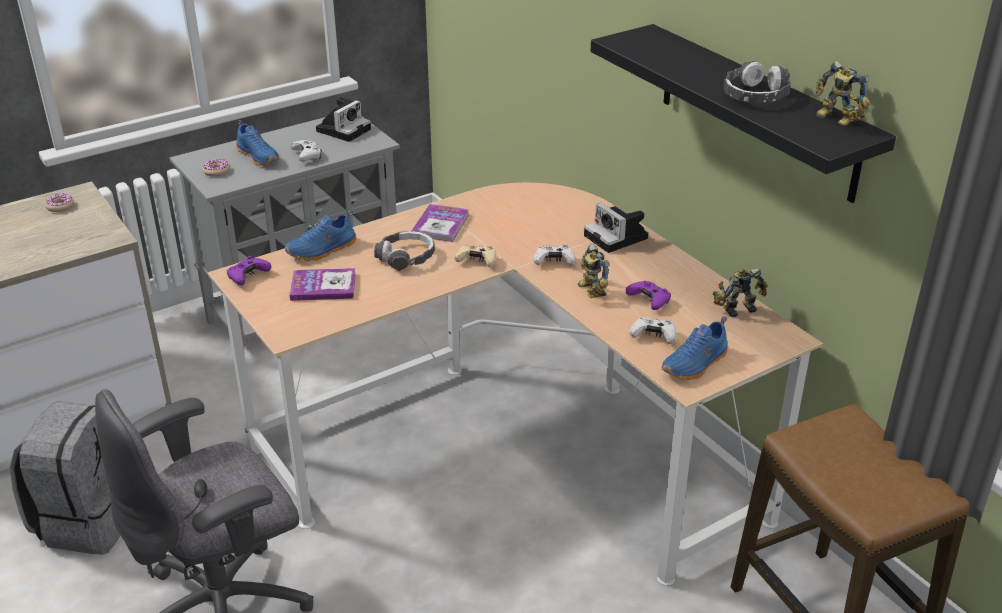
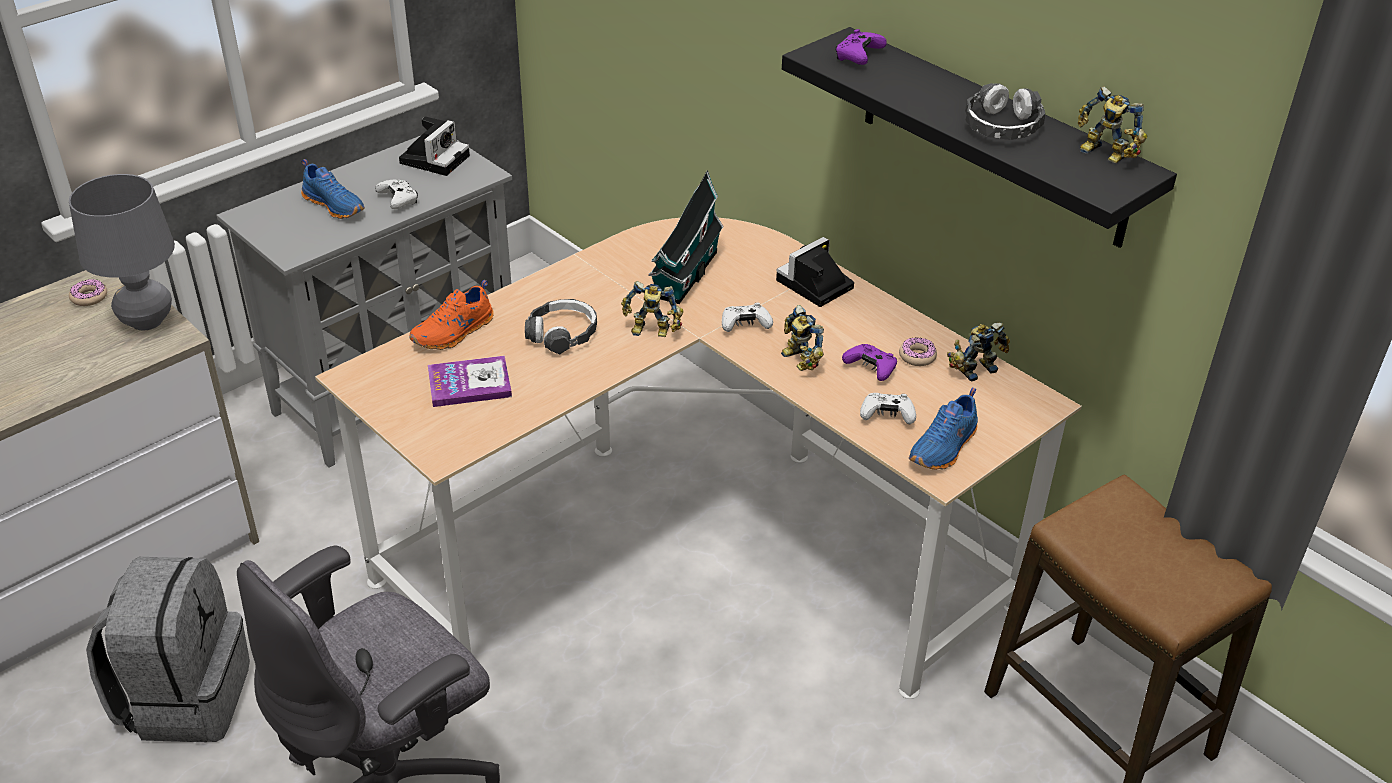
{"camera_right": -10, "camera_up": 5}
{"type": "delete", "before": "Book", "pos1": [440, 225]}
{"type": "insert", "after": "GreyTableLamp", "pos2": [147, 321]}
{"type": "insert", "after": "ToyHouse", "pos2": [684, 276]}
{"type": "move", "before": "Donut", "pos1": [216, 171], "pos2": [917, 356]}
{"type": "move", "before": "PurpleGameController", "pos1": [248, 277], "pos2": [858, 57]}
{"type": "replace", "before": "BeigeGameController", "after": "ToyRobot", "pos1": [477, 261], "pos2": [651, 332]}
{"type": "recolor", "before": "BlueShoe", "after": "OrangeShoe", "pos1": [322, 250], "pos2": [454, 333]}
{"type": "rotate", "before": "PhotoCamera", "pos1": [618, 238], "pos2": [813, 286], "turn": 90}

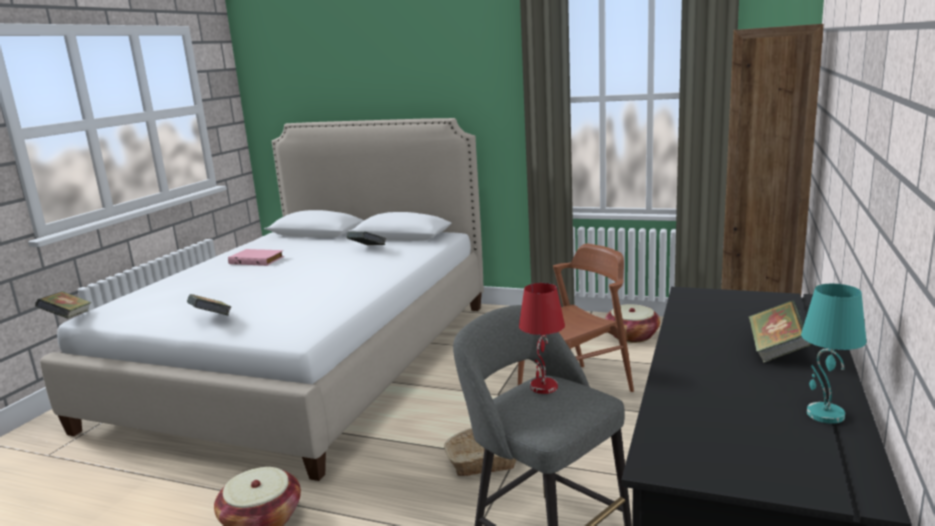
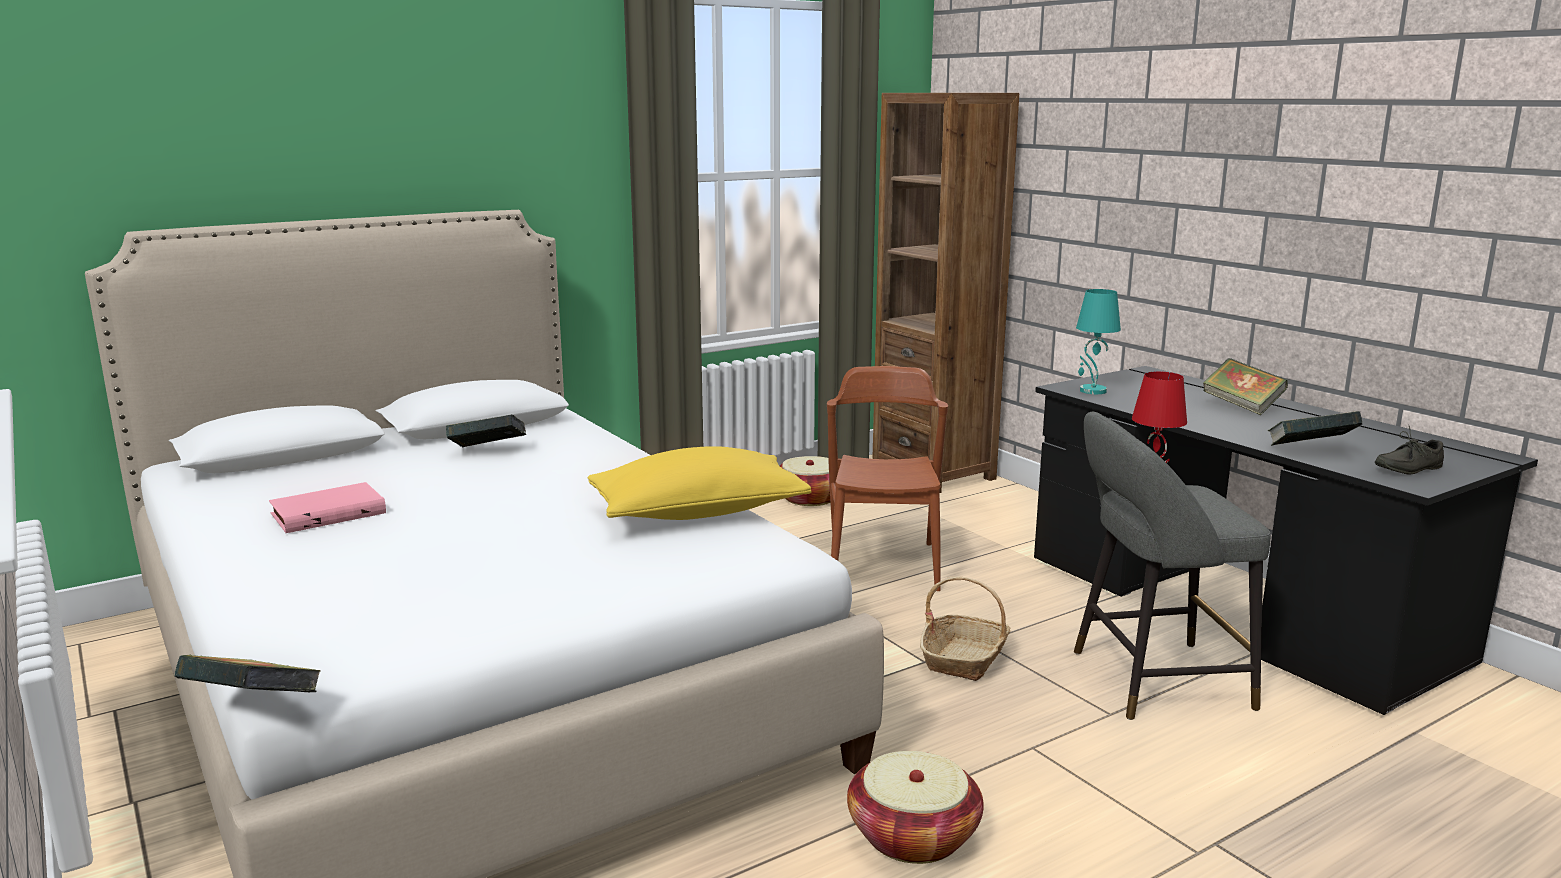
{"camera_right": -55, "camera_up": 0}
{"type": "insert", "after": "YellowPillow", "pos2": [698, 513]}
{"type": "insert", "after": "GreyShoe", "pos2": [1406, 468]}
{"type": "move", "before": "Book", "pos1": [211, 319], "pos2": [1310, 451]}
{"type": "move", "before": "TurquoiseTableLamp", "pos1": [824, 414], "pos2": [1092, 391]}

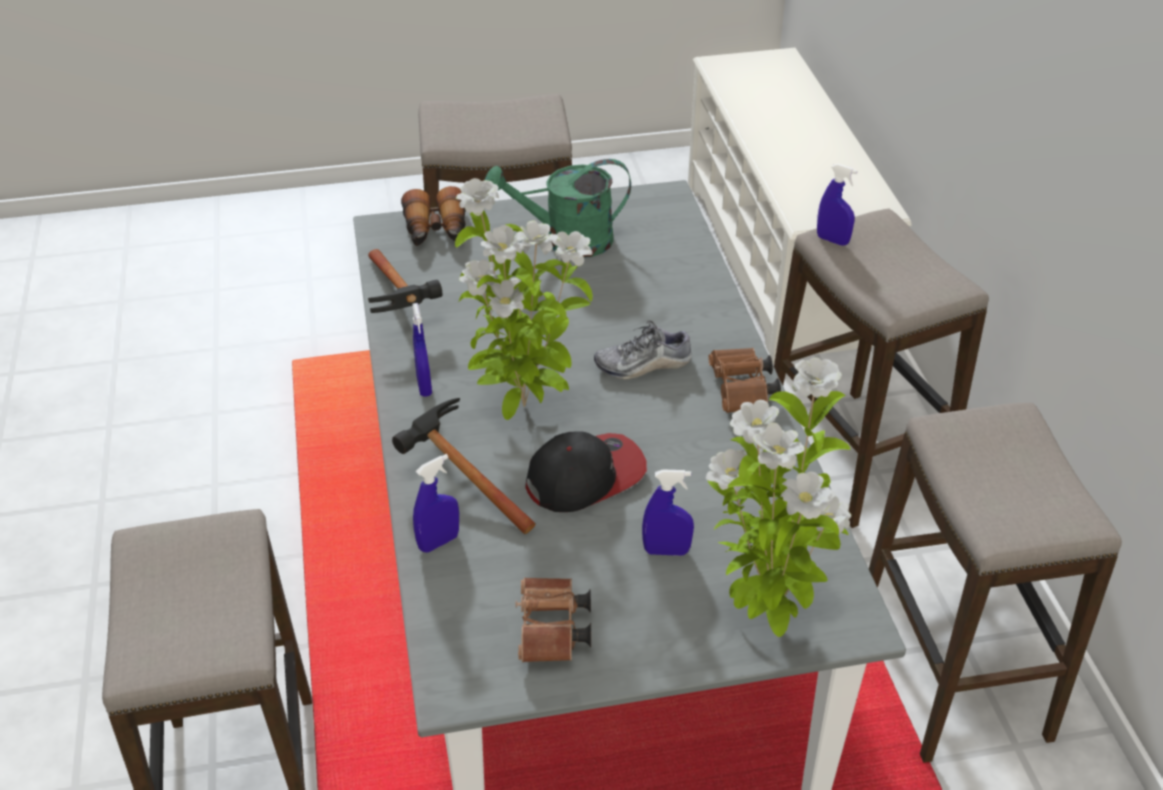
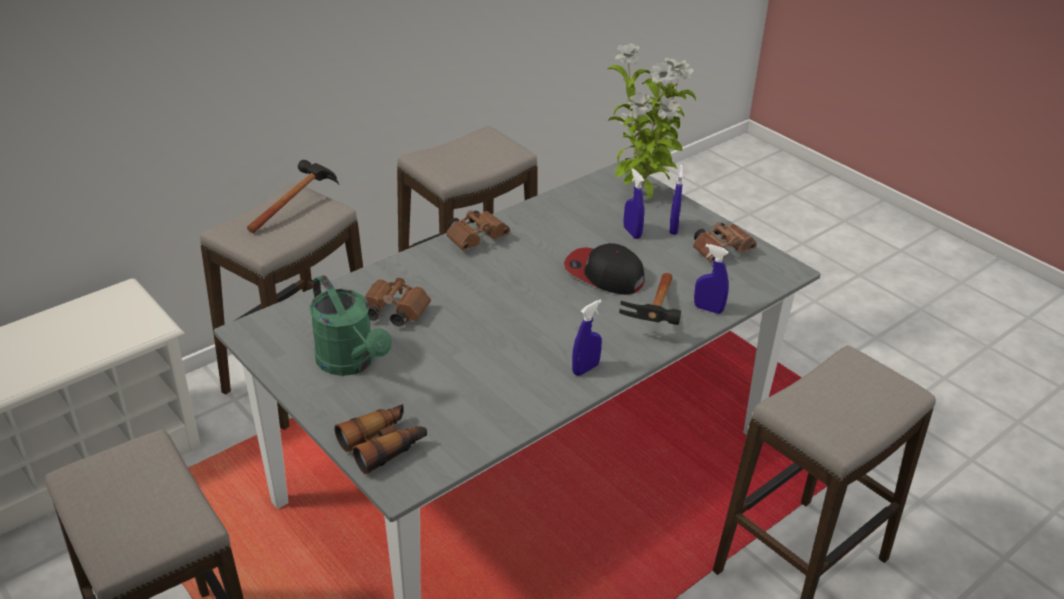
{"camera_right": -120, "camera_up": -5}
{"type": "delete", "before": "PottedPlant", "pos1": [522, 409]}
{"type": "delete", "before": "Shoe", "pos1": [643, 364]}
{"type": "insert", "after": "BrownBinoculars", "pos2": [392, 312]}
{"type": "move", "before": "Hammer", "pos1": [401, 305], "pos2": [299, 206]}
{"type": "move", "before": "BlueSprayBottle", "pos1": [832, 240], "pos2": [673, 228]}

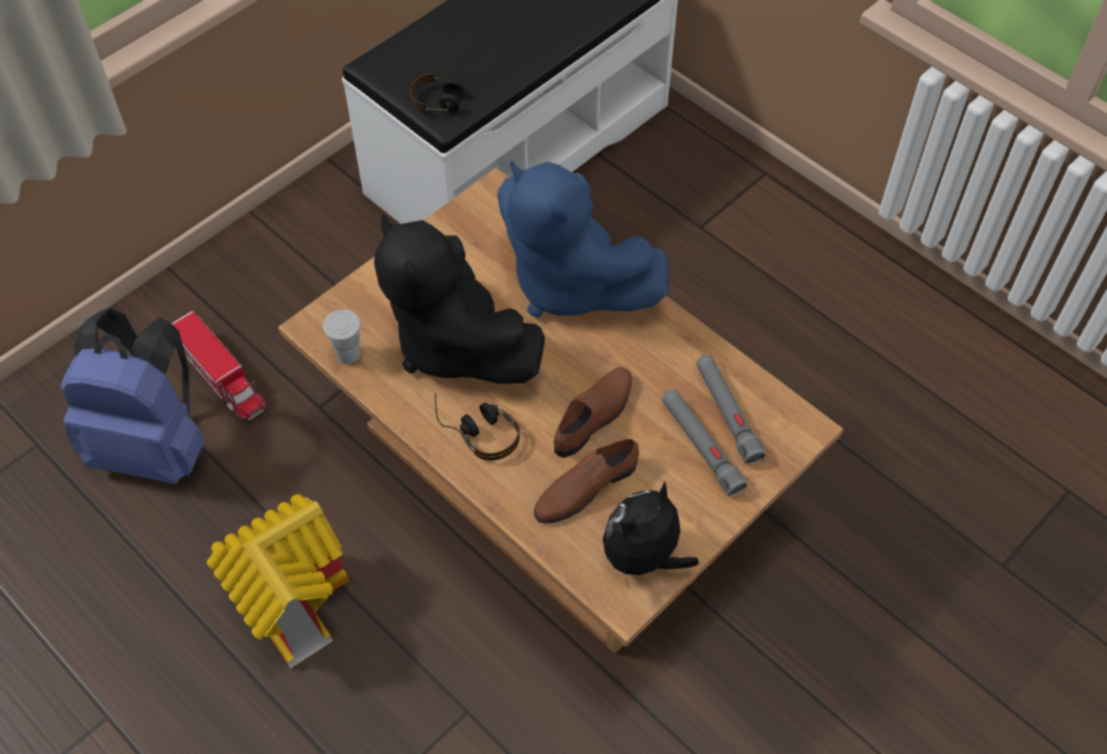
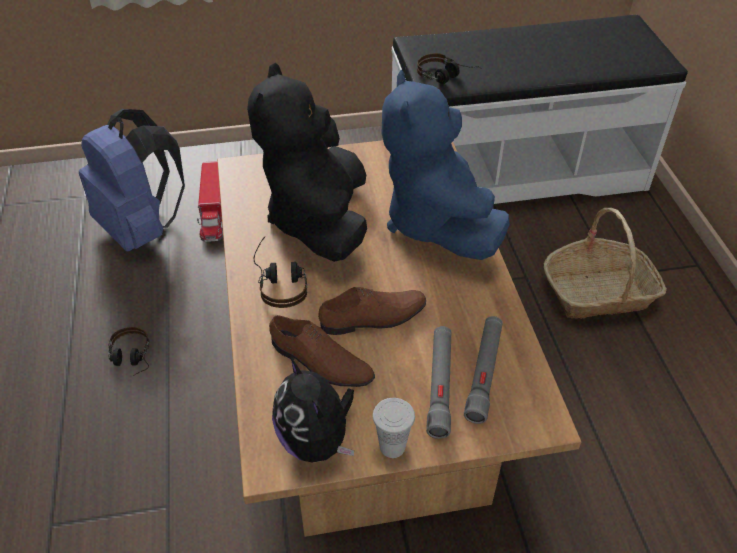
{"camera_right": 35, "camera_up": -10}
{"type": "insert", "after": "Basket", "pos2": [598, 293]}
{"type": "move", "before": "WhiteCup", "pos1": [348, 354], "pos2": [392, 446]}
{"type": "replace", "before": "ToyHouse", "after": "Headphones", "pos1": [293, 599], "pos2": [131, 361]}
{"type": "rotate", "before": "BrownShoe", "pos1": [585, 487], "pos2": [320, 362], "turn": -150}
{"type": "rotate", "before": "PlushToy", "pos1": [643, 557], "pos2": [316, 440], "turn": -105}

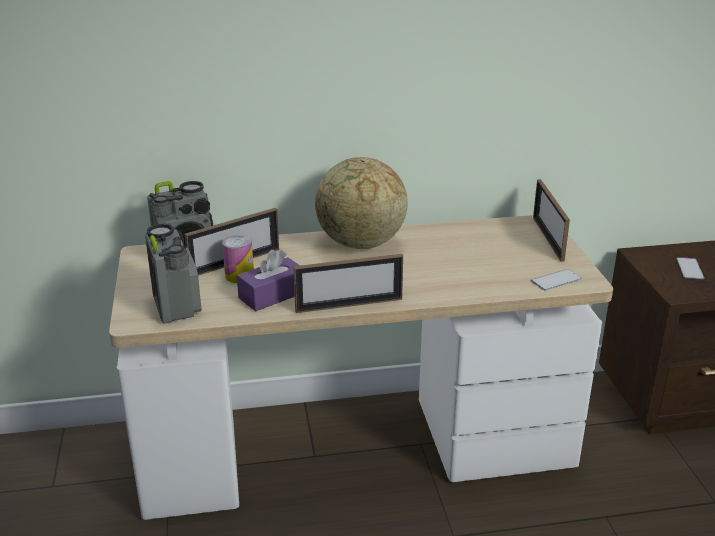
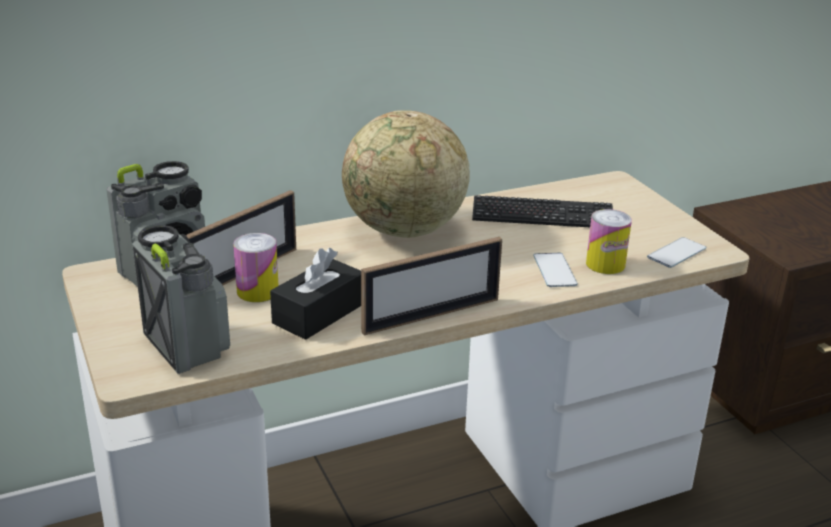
{"camera_right": -15, "camera_up": 0}
{"type": "delete", "before": "PictureFrame", "pos1": [548, 238]}
{"type": "insert", "after": "Keyboard", "pos2": [542, 215]}
{"type": "insert", "after": "Can", "pos2": [605, 264]}
{"type": "move", "before": "Phone", "pos1": [689, 268], "pos2": [554, 270]}
{"type": "recolor", "before": "PurpleTissueBox", "after": "BlackTissueBox", "pos1": [272, 295], "pos2": [318, 313]}

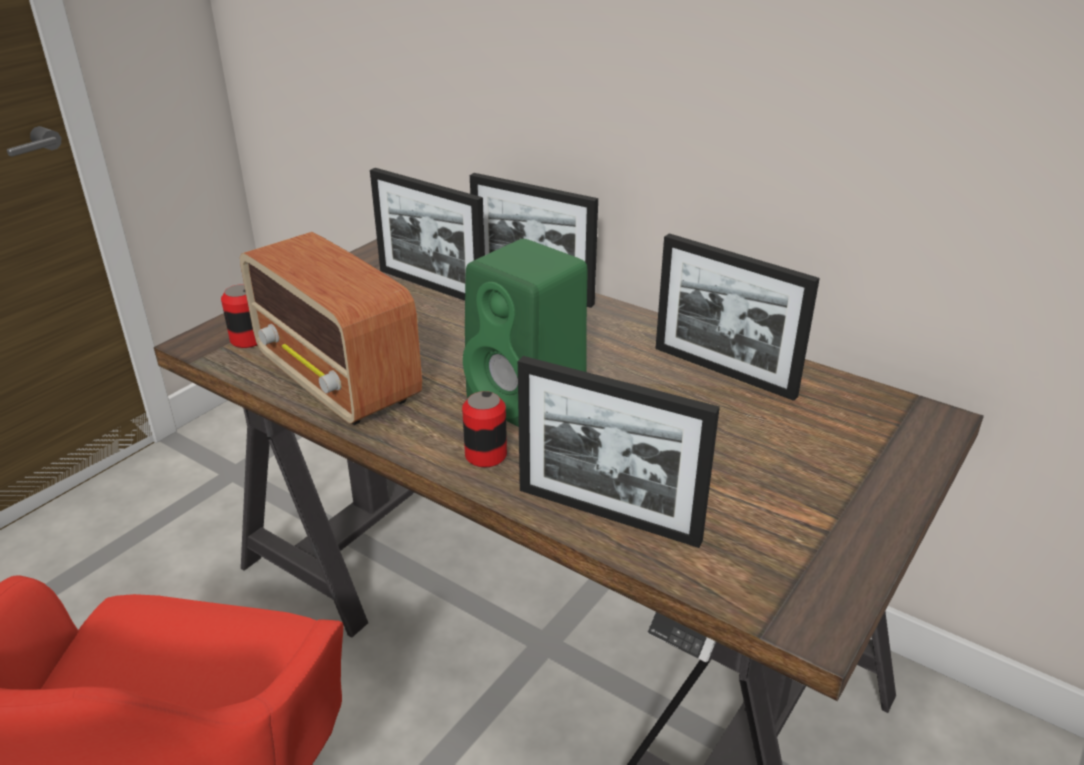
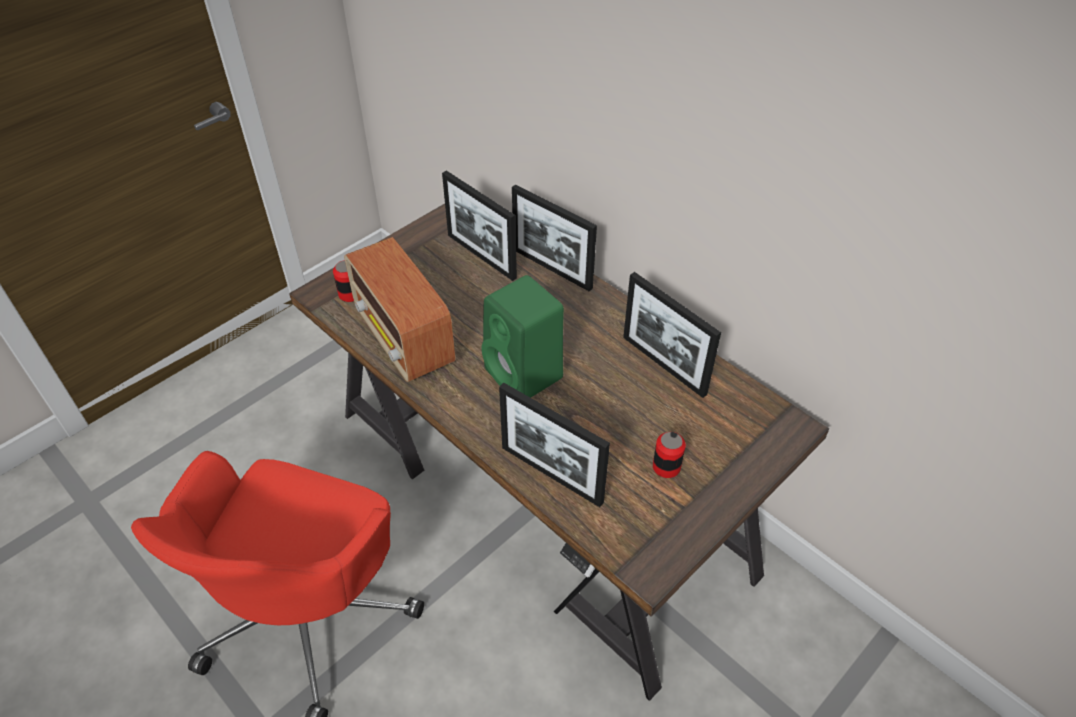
{"camera_right": 10, "camera_up": 15}
{"type": "move", "before": "Can", "pos1": [485, 455], "pos2": [666, 467]}

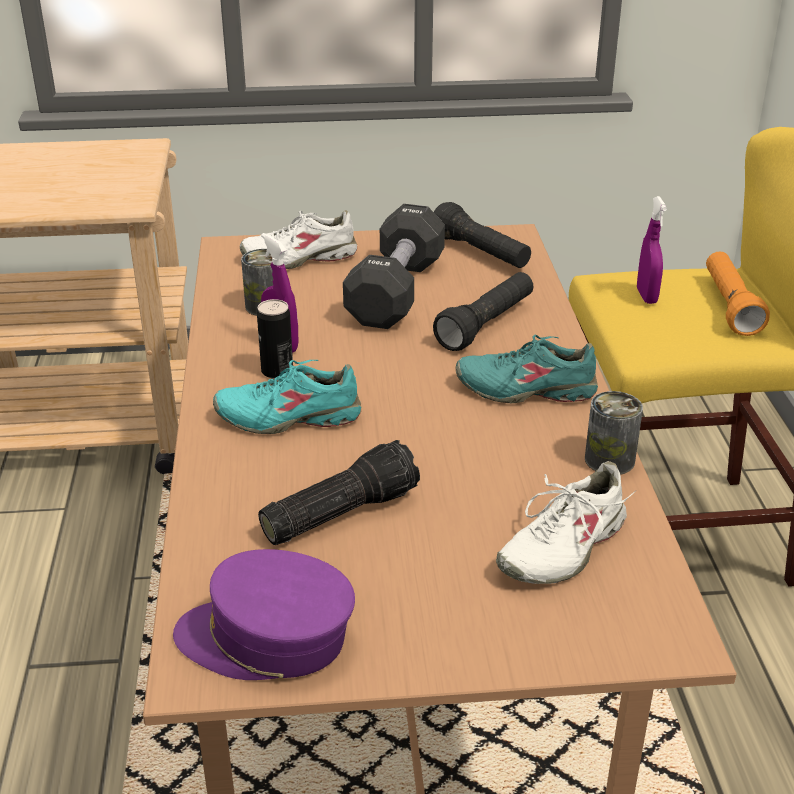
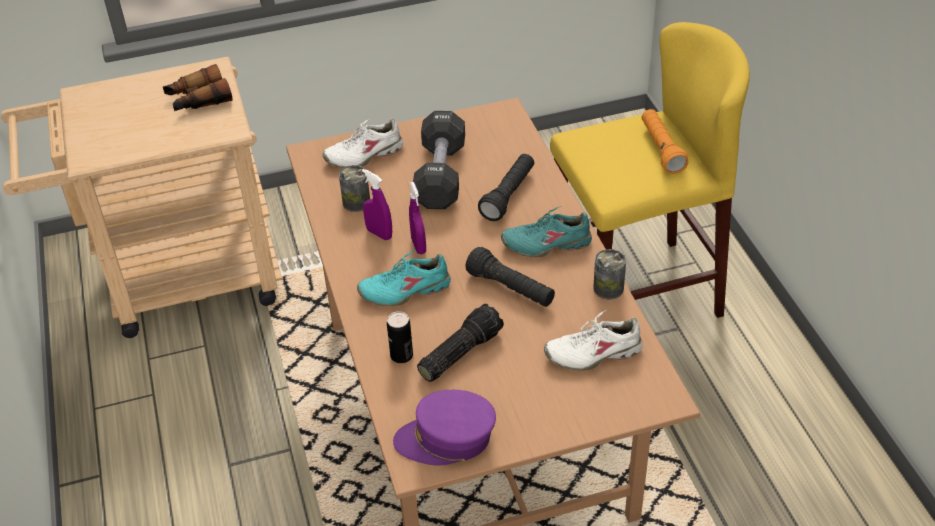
{"camera_right": -10, "camera_up": 10}
{"type": "insert", "after": "Binoculars", "pos2": [198, 100]}
{"type": "move", "before": "Can", "pos1": [277, 371], "pos2": [401, 355]}
{"type": "move", "before": "BlackFlashlight", "pos1": [481, 253], "pos2": [511, 289]}
{"type": "move", "before": "PurpleSprayBottle", "pos1": [646, 296], "pos2": [418, 246]}
{"type": "rotate", "before": "WhiteShoe", "pos1": [562, 547], "pos2": [593, 353], "turn": 45}

